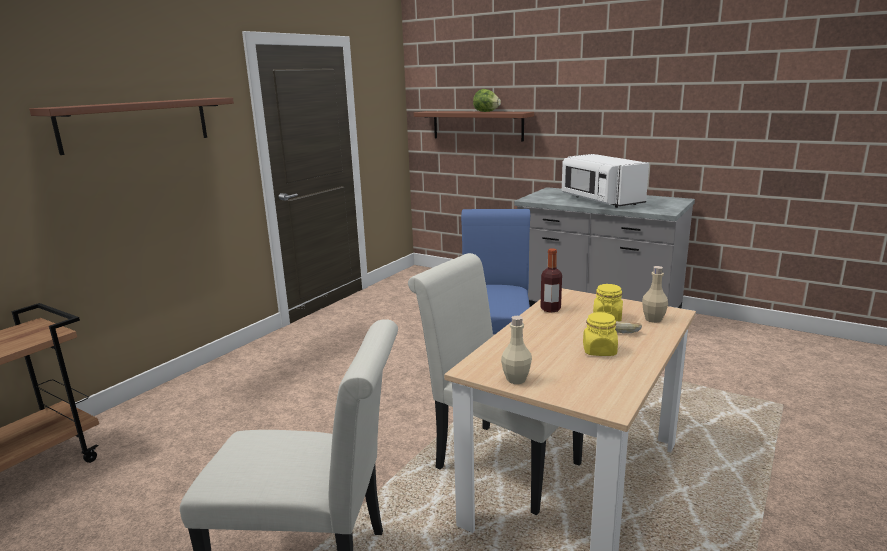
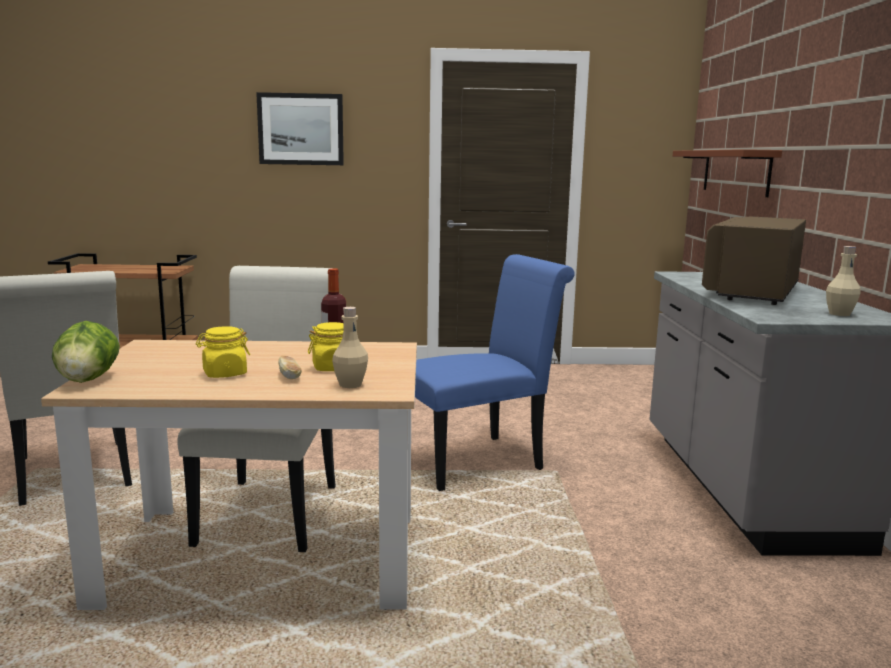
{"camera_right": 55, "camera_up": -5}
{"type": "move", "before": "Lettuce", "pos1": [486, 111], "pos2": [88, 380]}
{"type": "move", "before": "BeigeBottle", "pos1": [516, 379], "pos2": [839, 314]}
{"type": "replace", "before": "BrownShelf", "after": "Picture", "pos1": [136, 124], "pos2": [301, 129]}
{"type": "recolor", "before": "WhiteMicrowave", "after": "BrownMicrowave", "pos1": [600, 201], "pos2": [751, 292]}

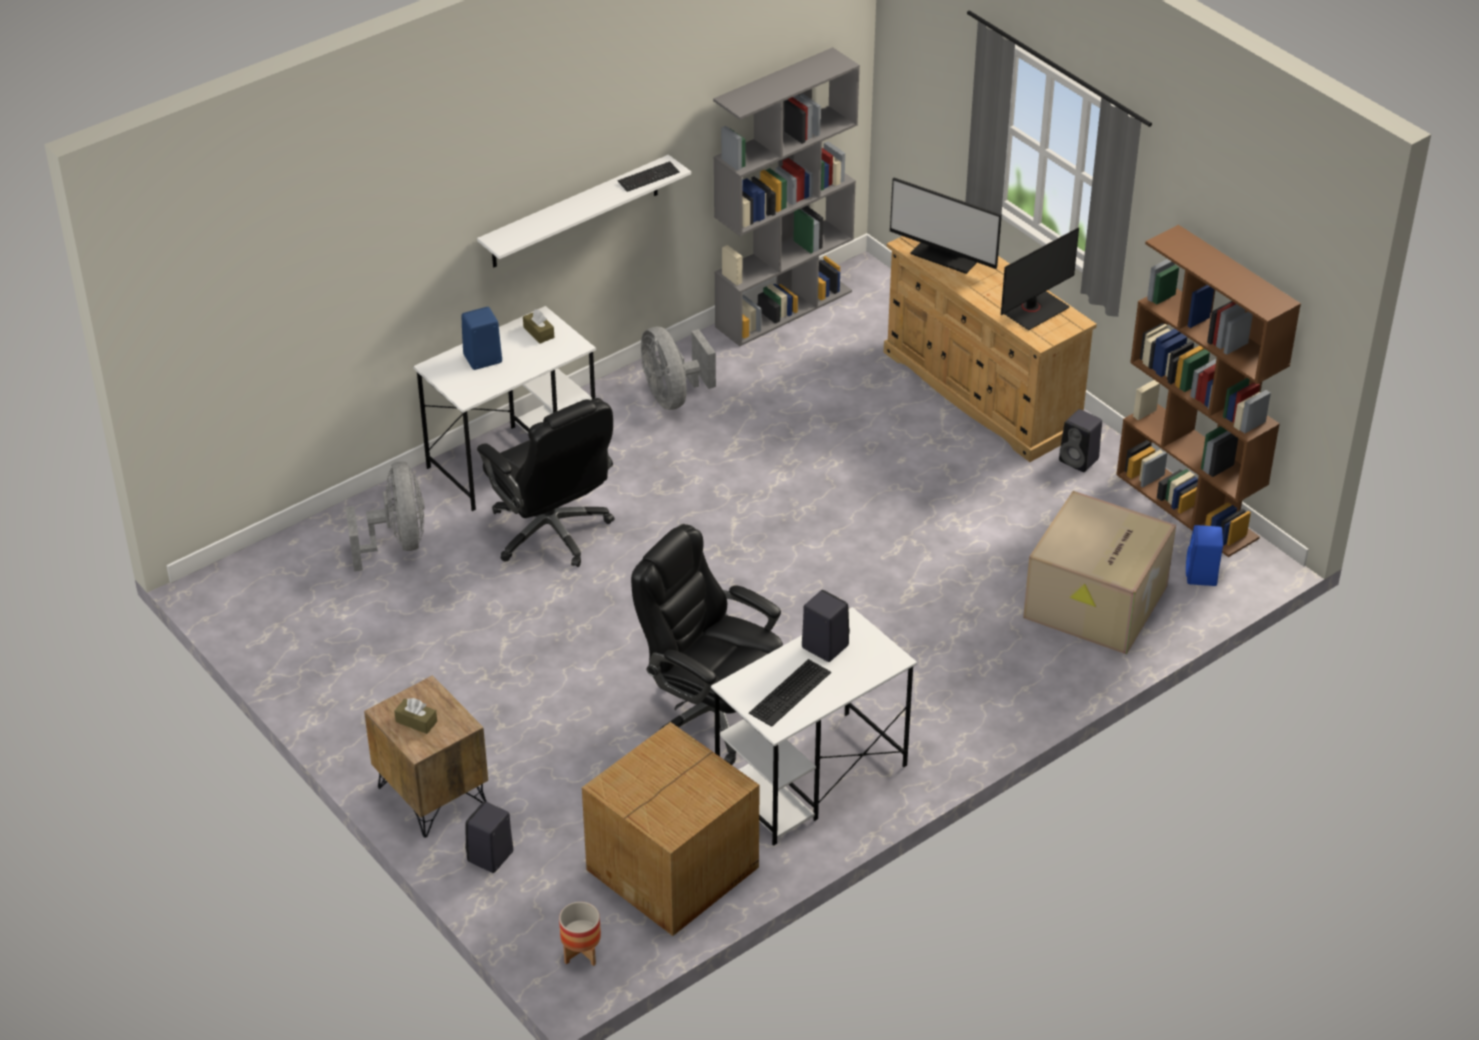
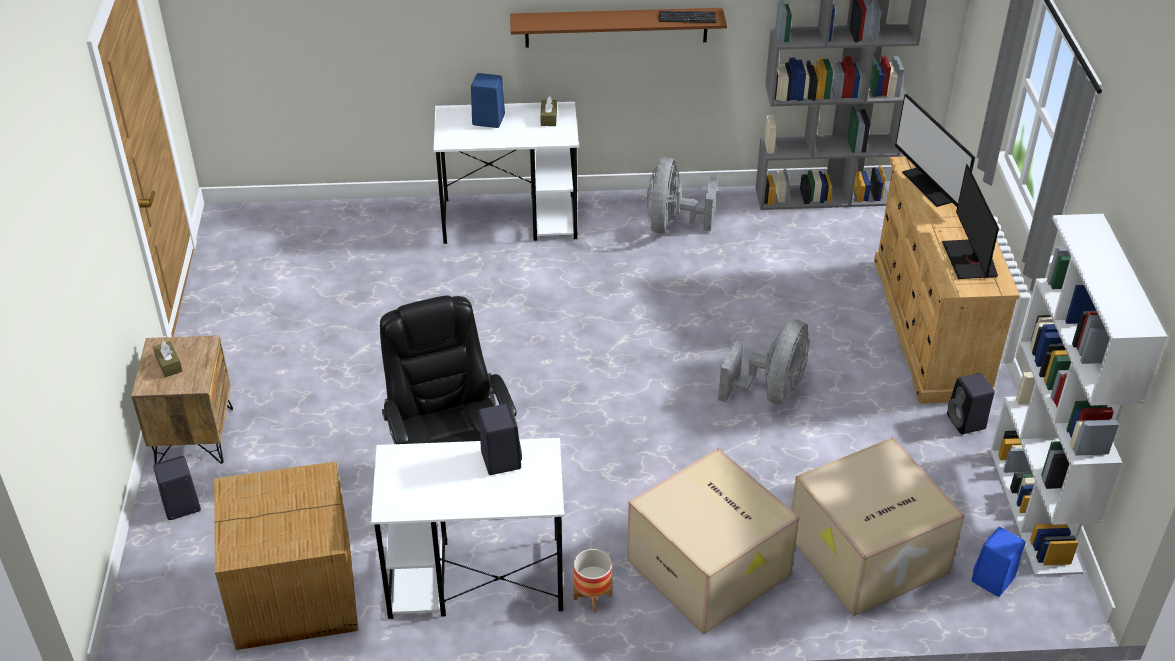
{"camera_right": 35, "camera_up": 0}
{"type": "delete", "before": "BlackOfficeChair", "pos1": [551, 532]}
{"type": "delete", "before": "Keyboard", "pos1": [791, 694]}
{"type": "insert", "after": "CardboardBox", "pos2": [711, 567]}
{"type": "move", "before": "GreyFan", "pos1": [397, 543], "pos2": [771, 392]}
{"type": "move", "before": "Planter", "pos1": [581, 952], "pos2": [592, 597]}
{"type": "recolor", "before": "WhiteShelf", "after": "BrownShelf", "pos1": [575, 212], "pos2": [616, 27]}
{"type": "recolor", "before": "BrownBookcase", "after": "WhiteBookcase", "pos1": [1188, 506], "pos2": [1035, 510]}
{"type": "rotate", "before": "Monitor", "pos1": [1034, 310], "pos2": [970, 260], "turn": 90}

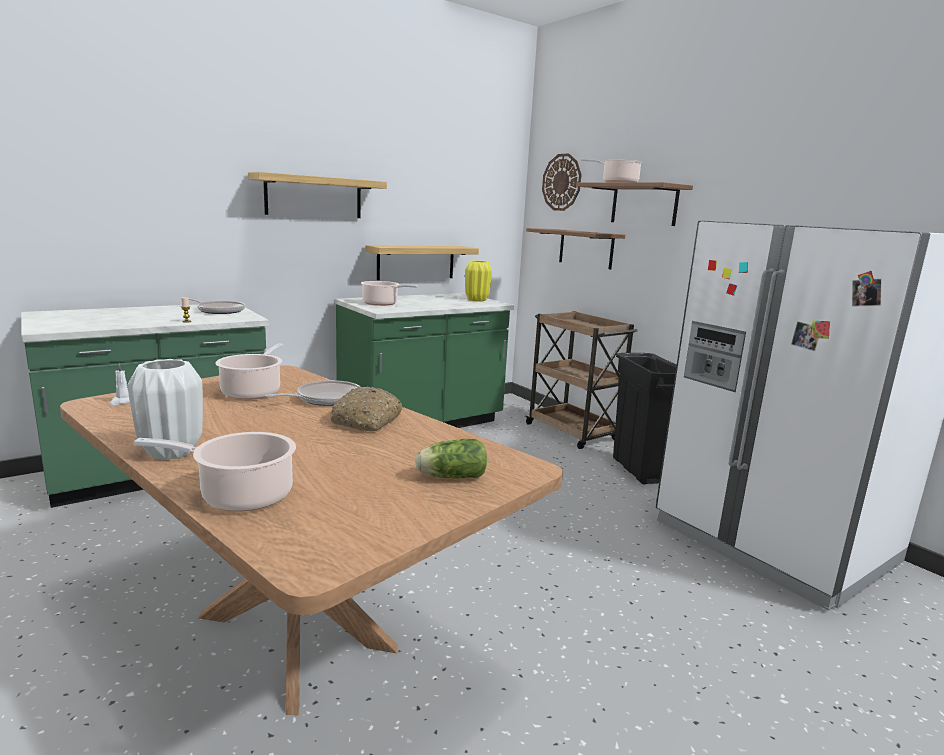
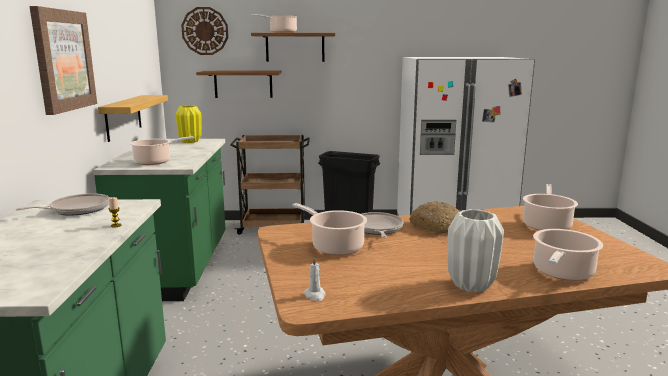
{"camera_right": -55, "camera_up": 0}
{"type": "replace", "before": "Shelf", "after": "Picture", "pos1": [314, 197], "pos2": [63, 60]}
{"type": "replace", "before": "Lettuce", "after": "CookingPot", "pos1": [450, 477], "pos2": [546, 225]}

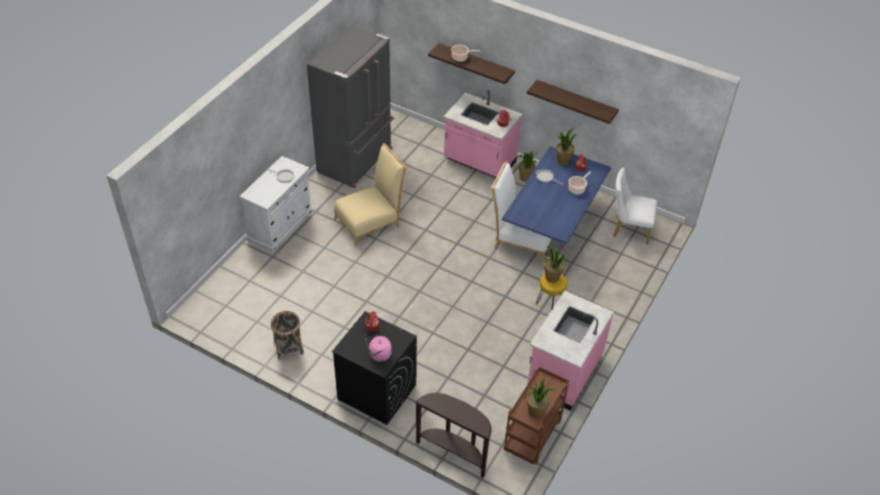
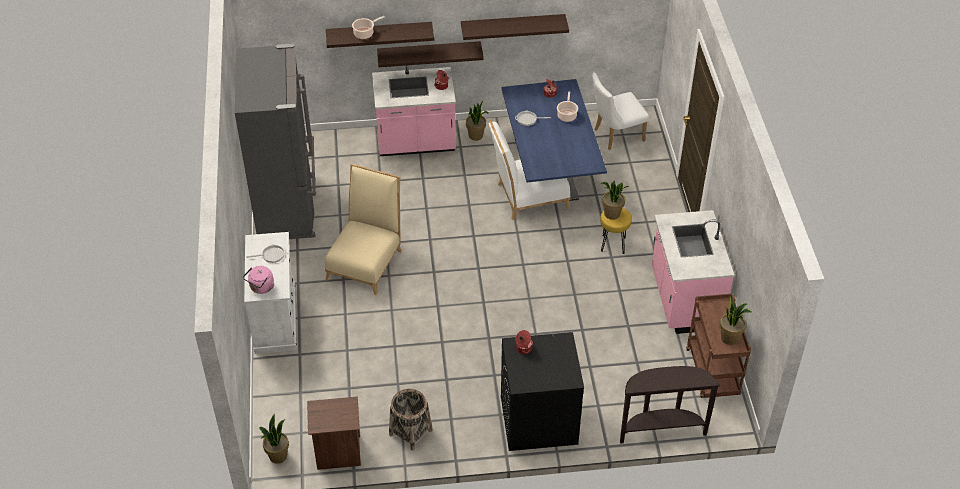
{"camera_right": -35, "camera_up": 0}
{"type": "insert", "after": "BrownNightstand", "pos2": [338, 453]}
{"type": "insert", "after": "Shelf", "pos2": [429, 52]}
{"type": "move", "before": "PinkKettle", "pos1": [378, 355], "pos2": [261, 288]}
{"type": "move", "before": "PottedPlant", "pos1": [563, 160], "pos2": [277, 455]}

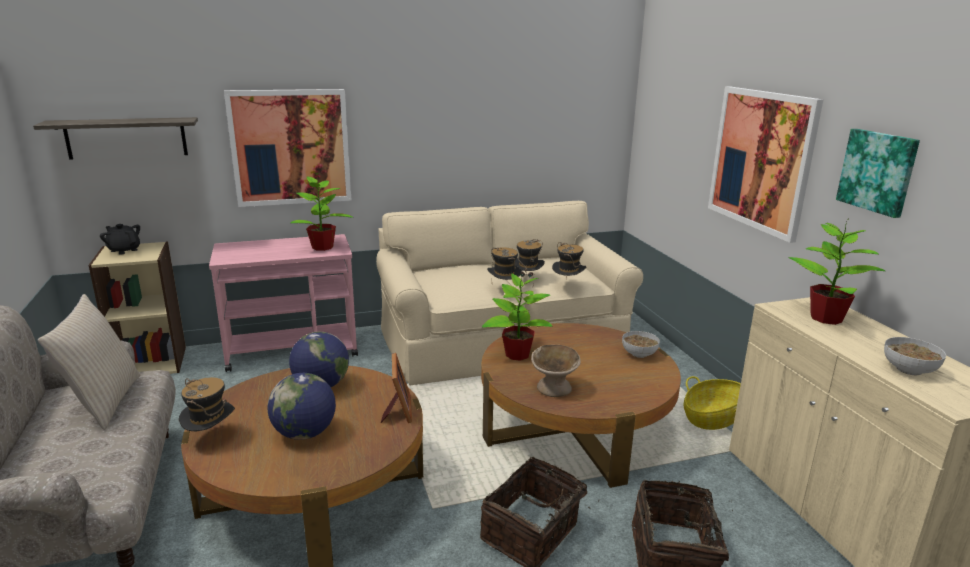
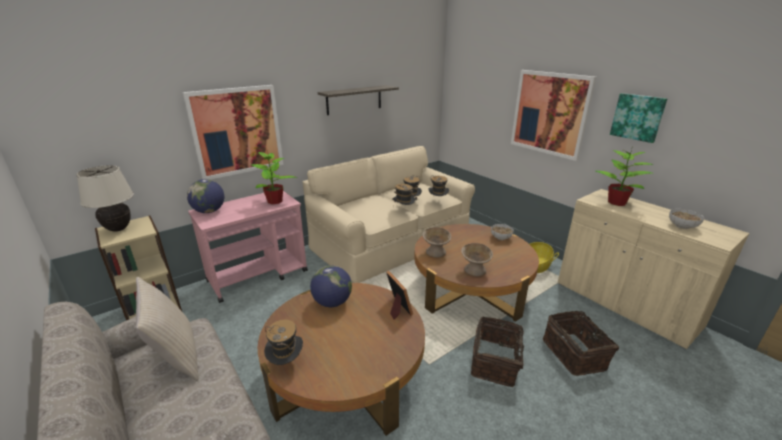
{"camera_right": -20, "camera_up": 5}
{"type": "move", "before": "Shelf", "pos1": [126, 138], "pos2": [354, 100]}
{"type": "move", "before": "Globe", "pos1": [304, 433], "pos2": [209, 211]}
{"type": "replace", "before": "BlackTeapot", "after": "BeigeTableLamp", "pos1": [124, 250], "pos2": [119, 229]}
{"type": "replace", "before": "PottedPlant", "after": "BeigeBowl", "pos1": [516, 354], "pos2": [436, 252]}

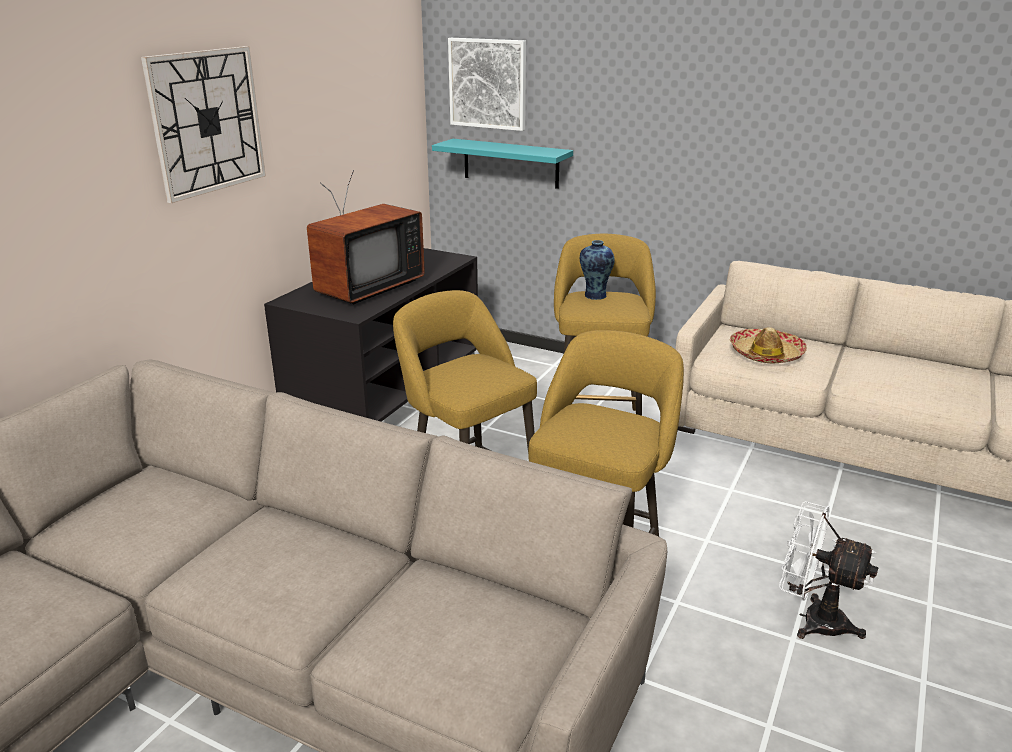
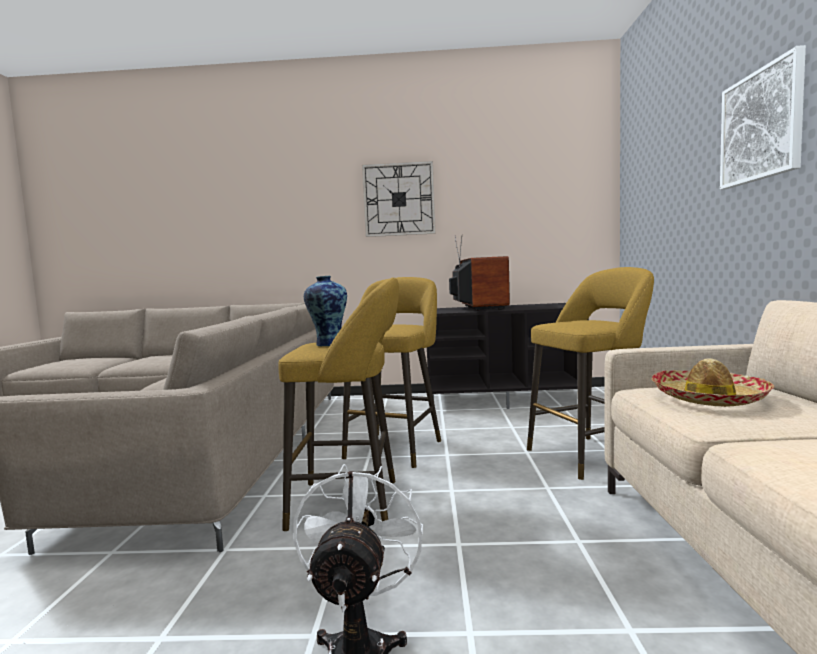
{"camera_right": 65, "camera_up": -20}
{"type": "delete", "before": "TurquoiseShelf", "pos1": [511, 163]}
{"type": "move", "before": "Picture", "pos1": [488, 83], "pos2": [761, 125]}
{"type": "move", "before": "Vase", "pos1": [594, 296], "pos2": [328, 344]}
{"type": "rotate", "before": "Television", "pos1": [364, 288], "pos2": [478, 309], "turn": -105}

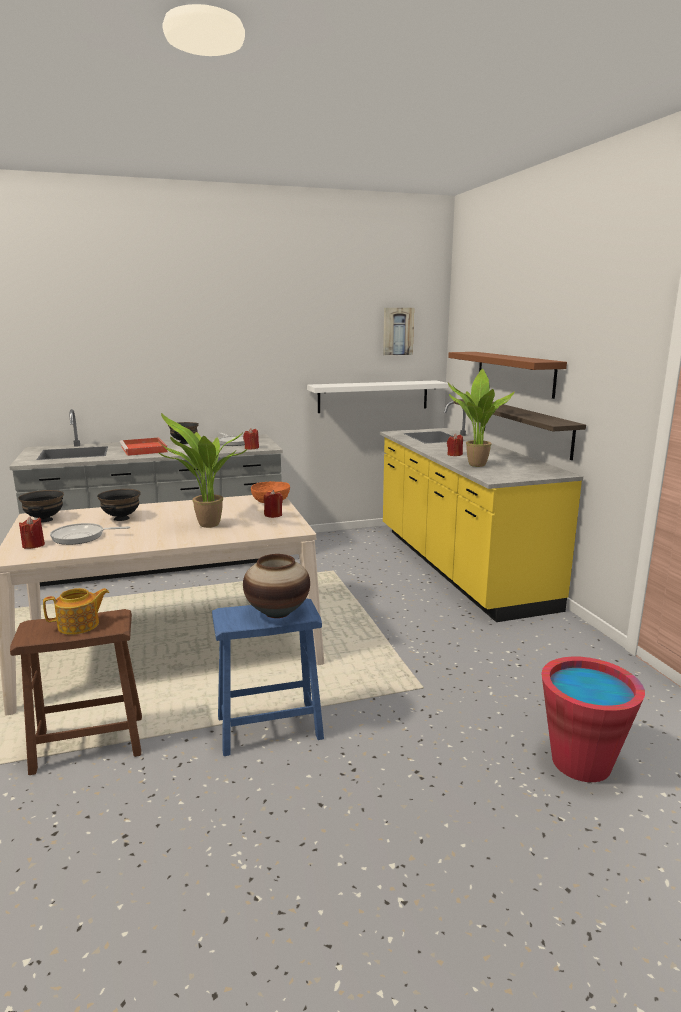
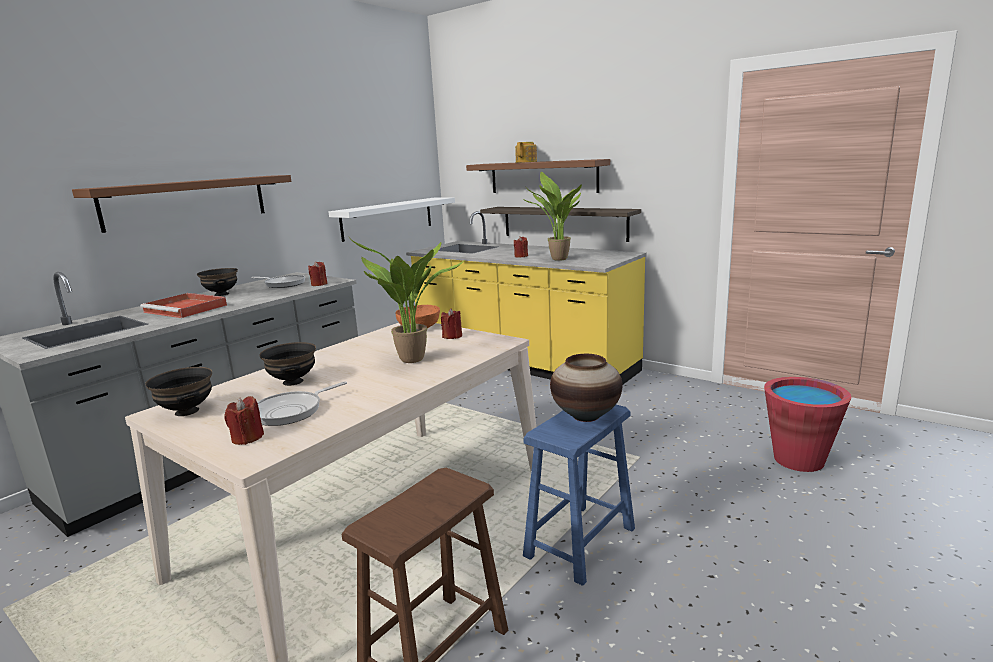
{"camera_right": -35, "camera_up": 0}
{"type": "delete", "before": "Picture", "pos1": [397, 331]}
{"type": "insert", "after": "BrownShelf", "pos2": [187, 201]}
{"type": "move", "before": "Teapot", "pos1": [79, 625], "pos2": [526, 162]}

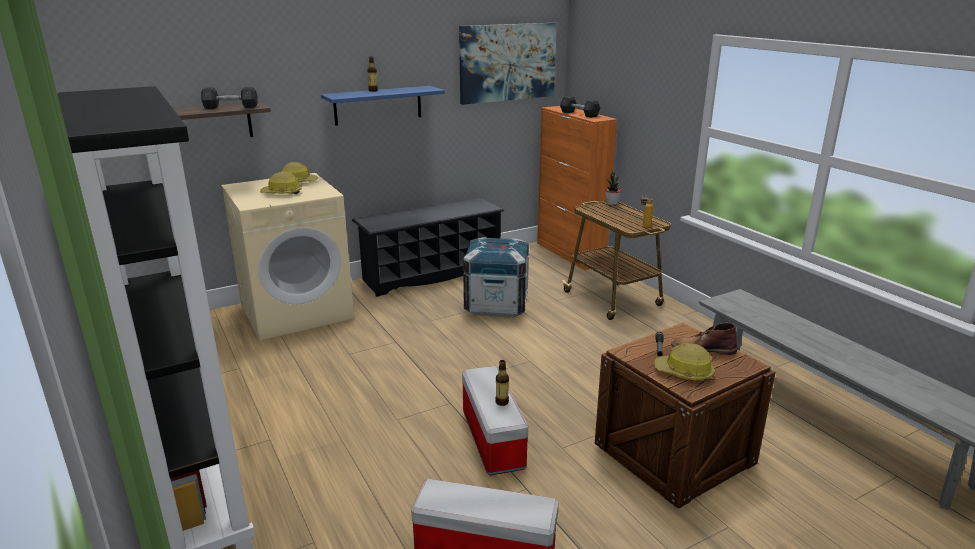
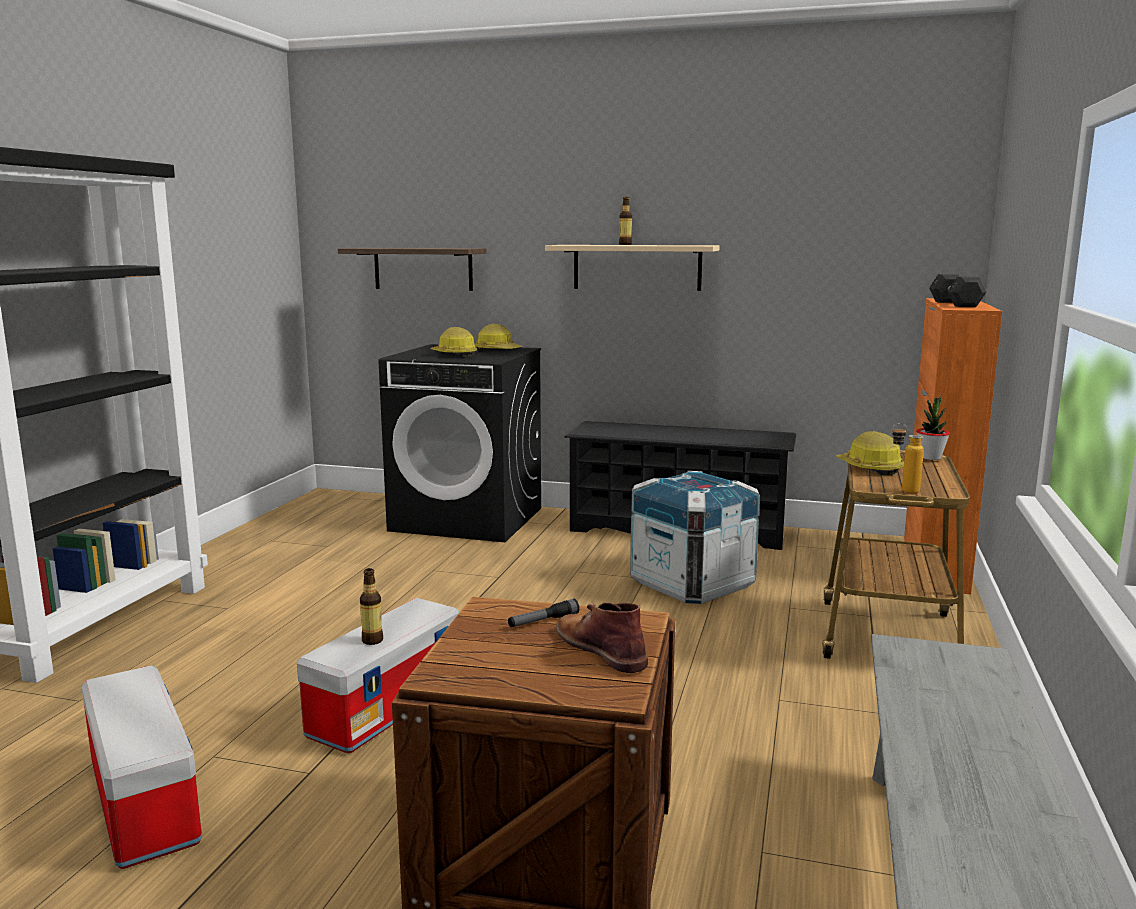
{"camera_right": 45, "camera_up": -10}
{"type": "delete", "before": "GreyDumbbell", "pos1": [231, 107]}
{"type": "delete", "before": "Picture", "pos1": [507, 62]}
{"type": "move", "before": "HardHat", "pos1": [684, 372], "pos2": [869, 468]}
{"type": "recolor", "before": "BeigeWashingMachine", "after": "BlackWashingMachine", "pos1": [297, 311], "pos2": [468, 519]}
{"type": "recolor", "before": "BlueShelf", "after": "BeigeShelf", "pos1": [378, 105], "pos2": [637, 267]}

